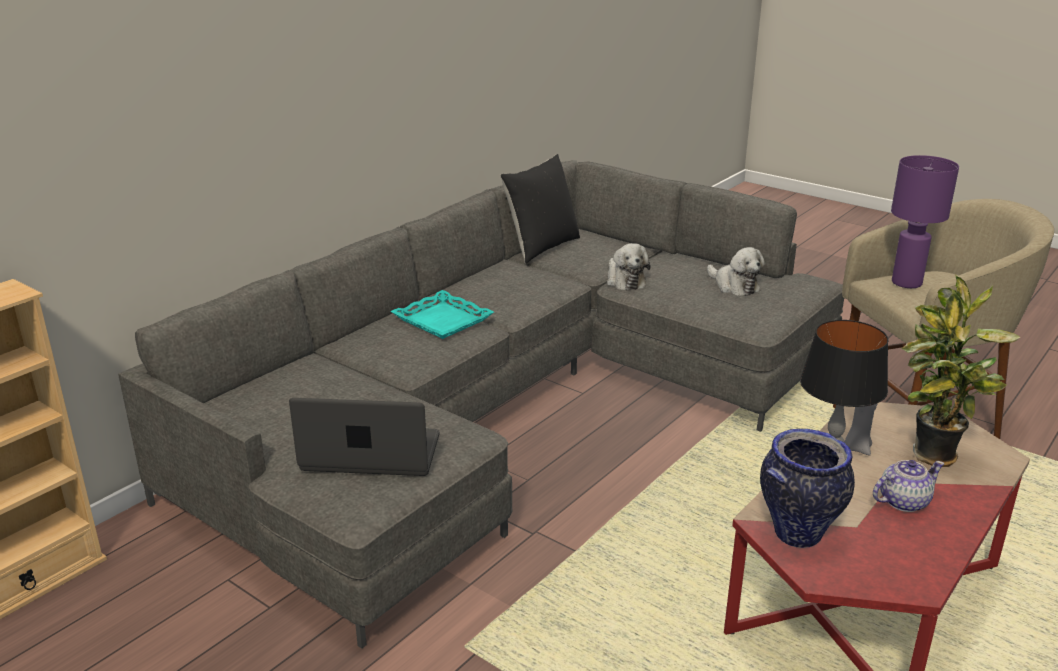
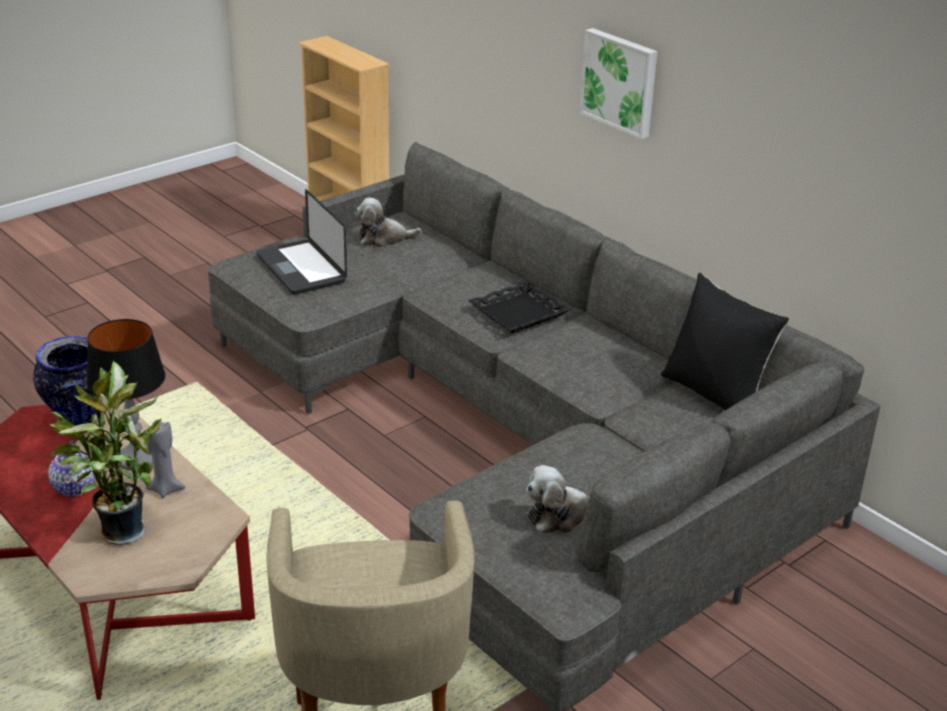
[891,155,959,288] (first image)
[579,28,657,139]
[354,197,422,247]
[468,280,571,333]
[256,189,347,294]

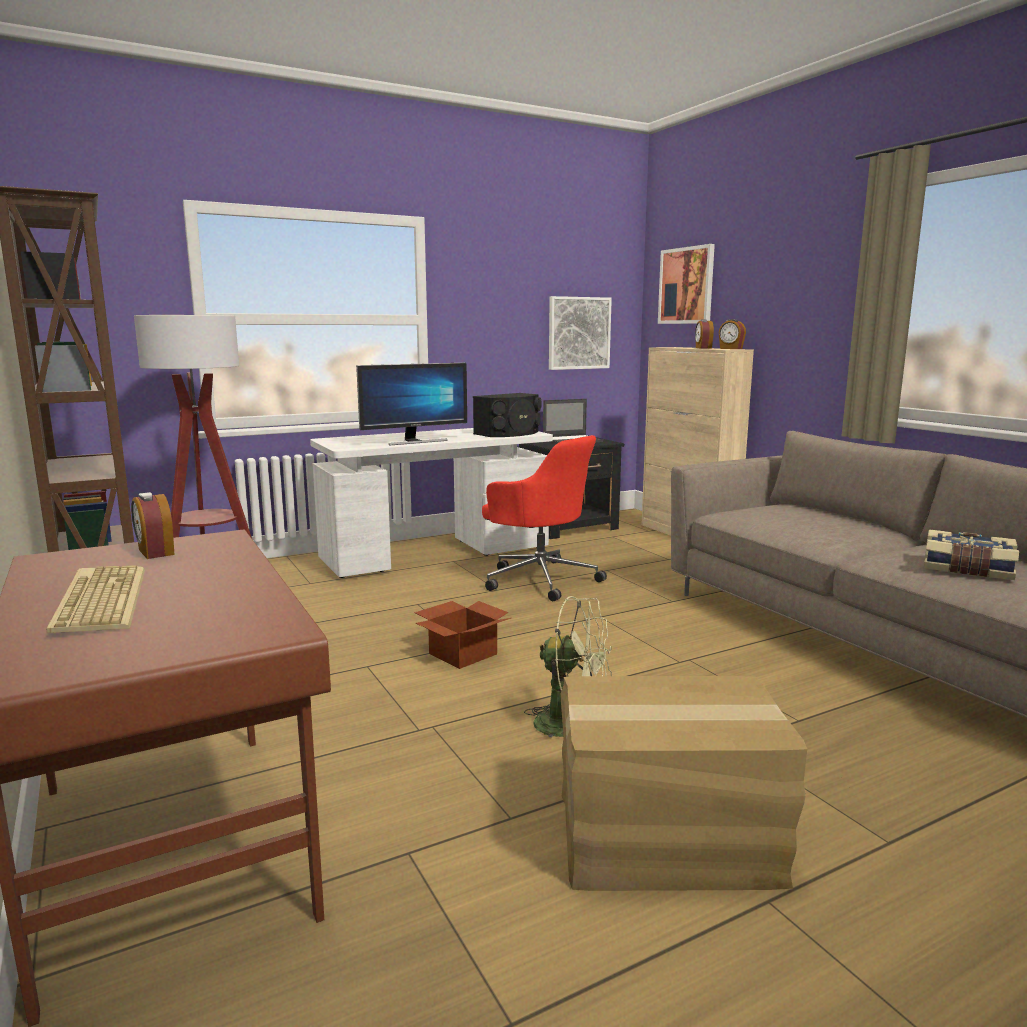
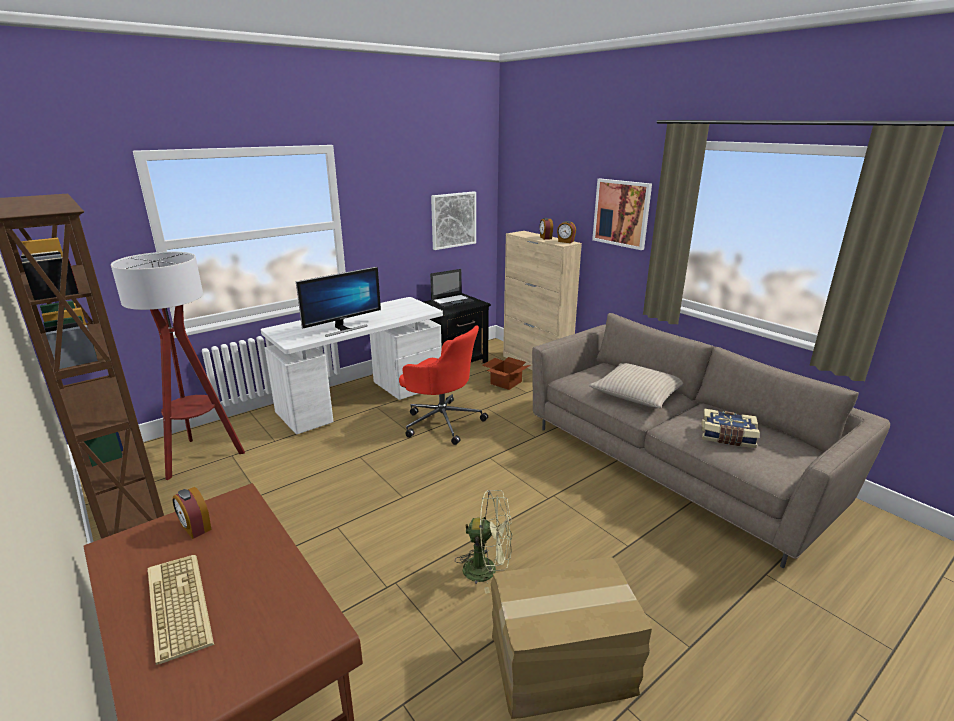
[473,393,542,437] (first image)
[589,363,683,408]
[482,357,531,390]
[592,178,652,250]

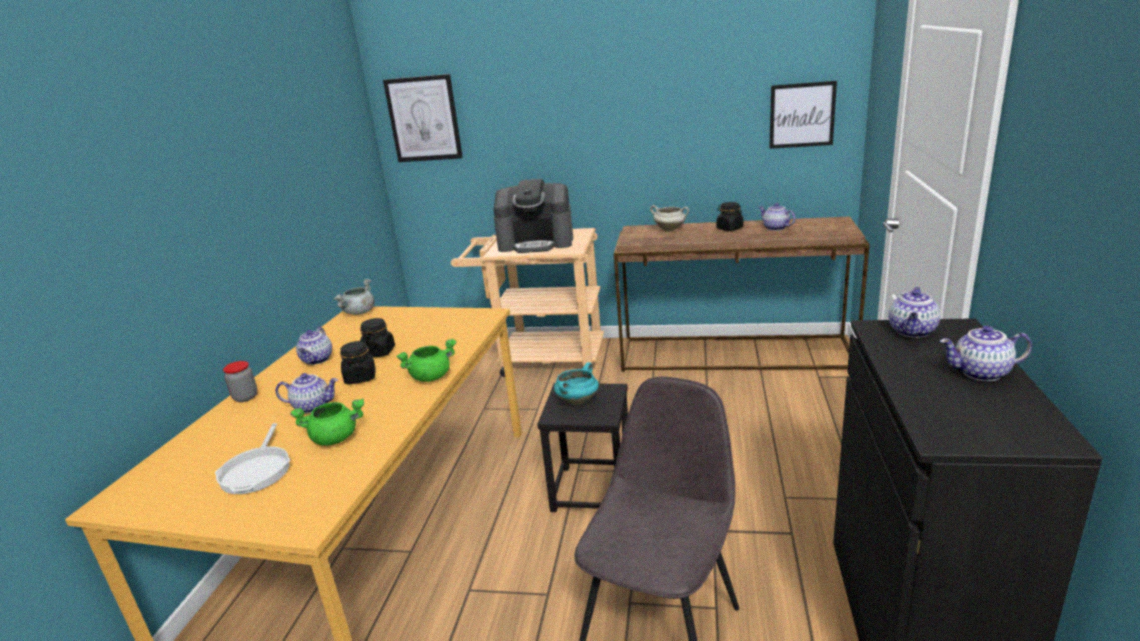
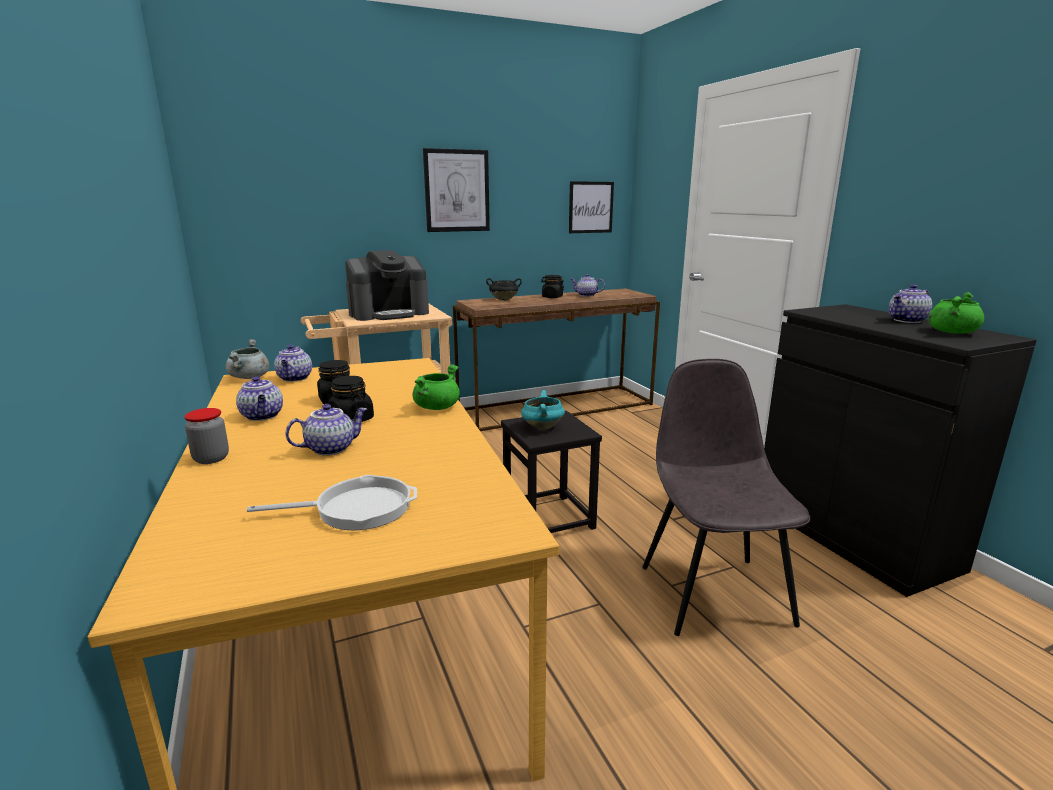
[928,292,984,334]
[423,148,490,232]
[274,345,312,382]
[486,278,522,301]
[247,475,417,530]

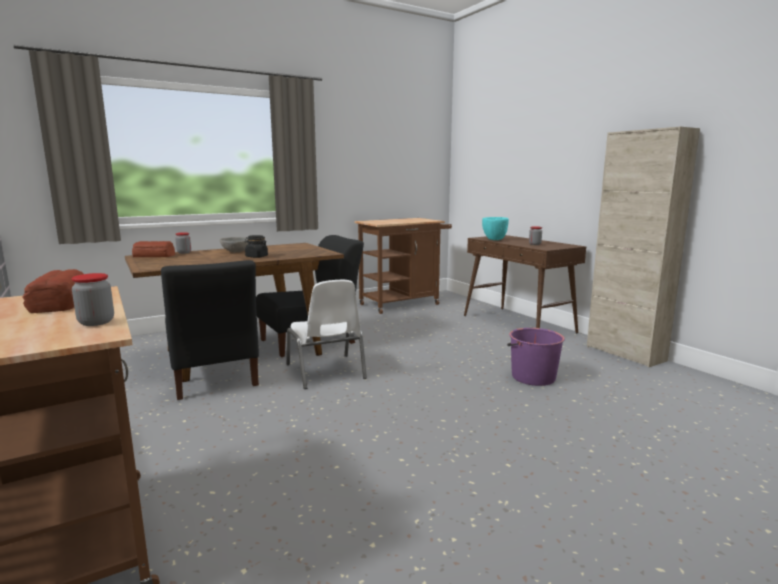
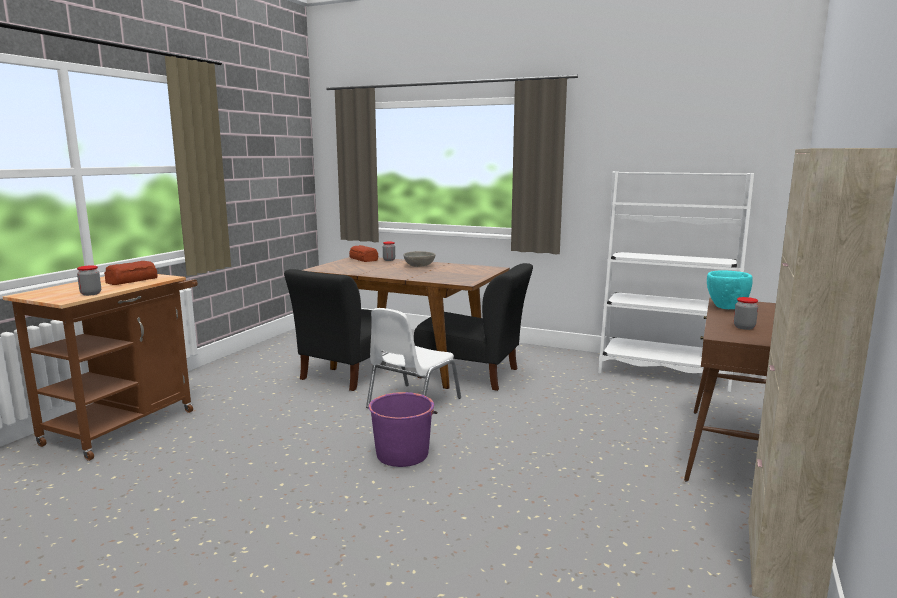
[245,235,268,258] (first image)
[369,392,437,467]
[598,171,754,392]

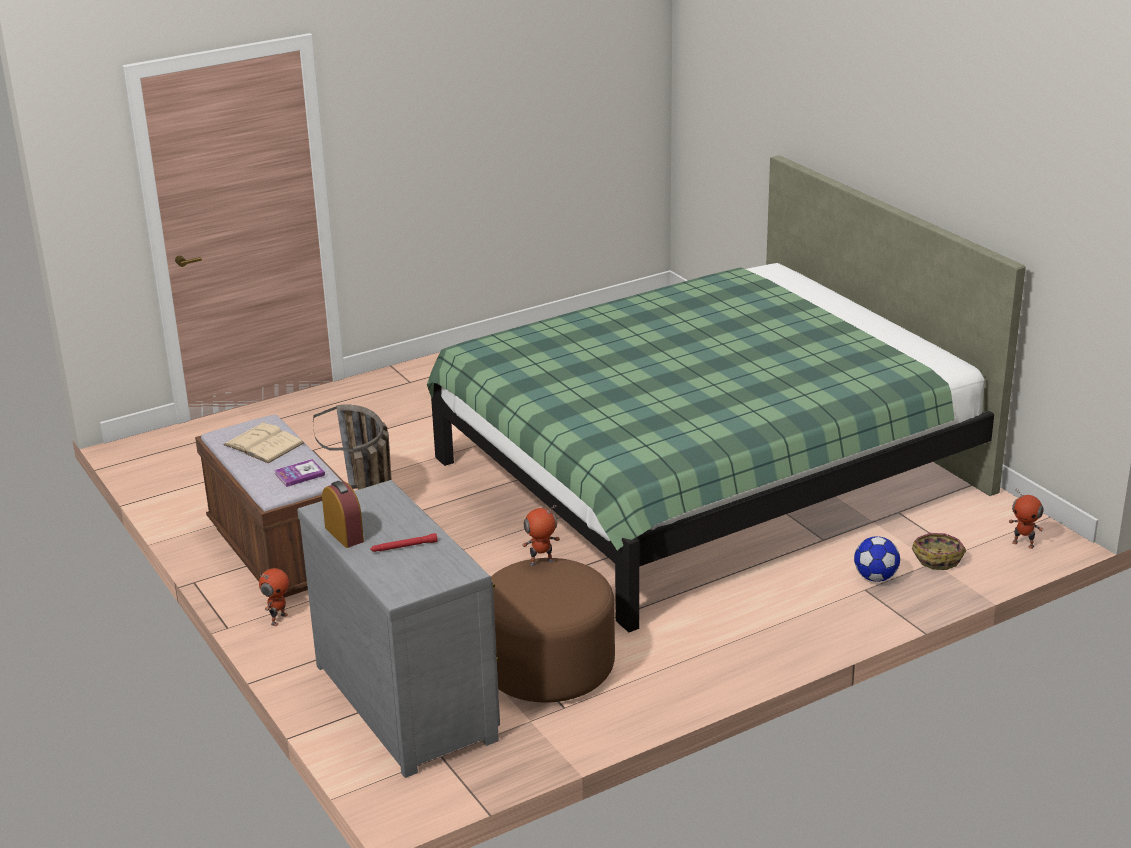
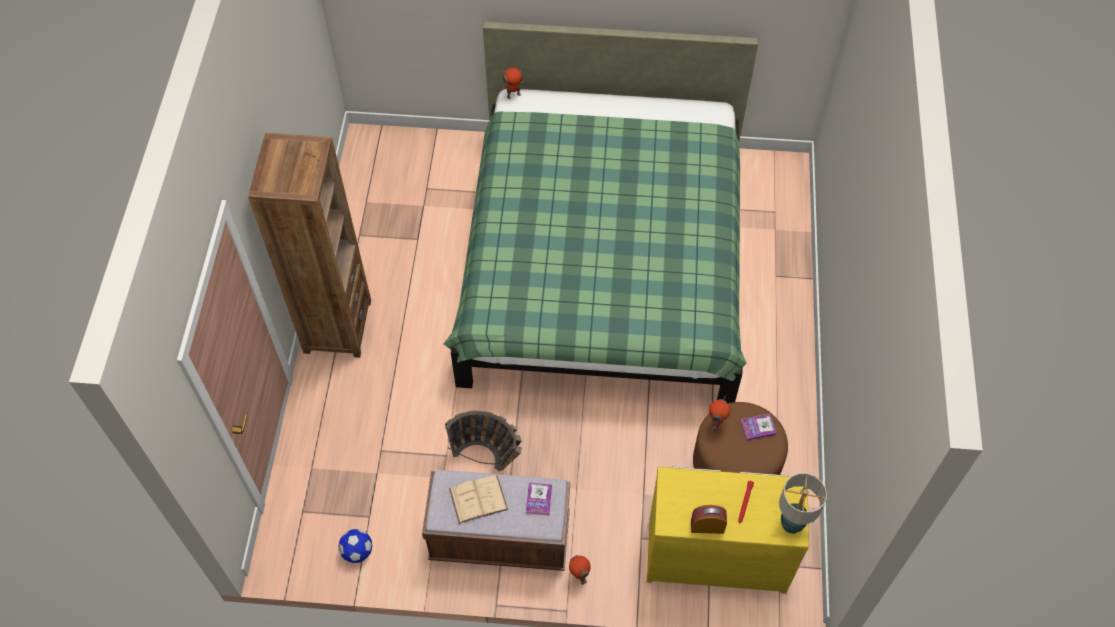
[912,533,966,570] (first image)
[248,133,371,358]
[741,414,777,440]
[779,473,827,534]
[339,529,372,563]
[502,67,524,99]
[647,466,809,594]

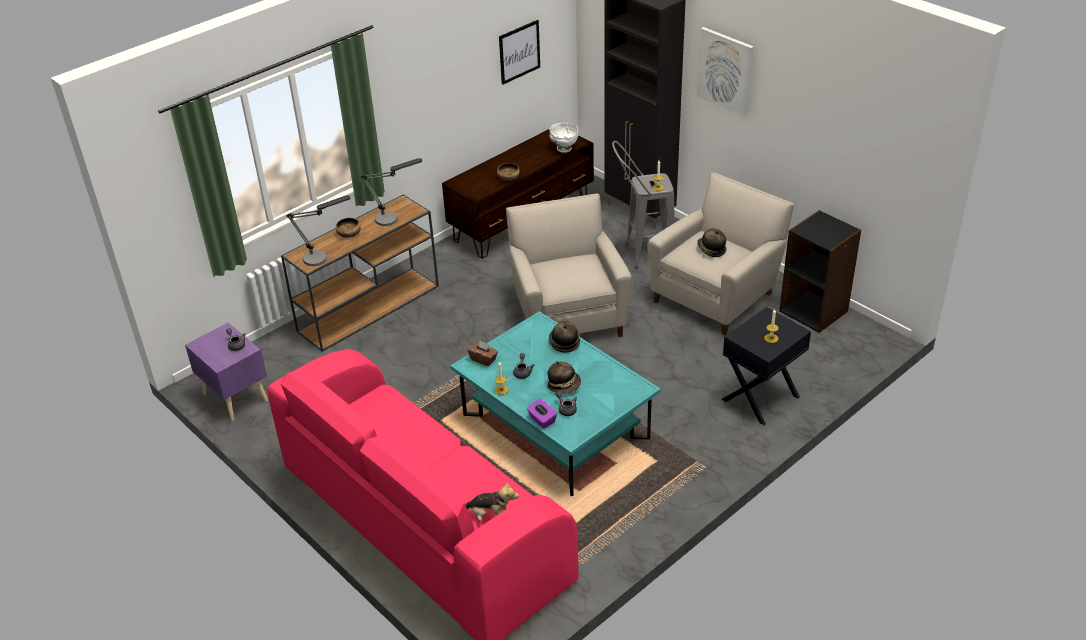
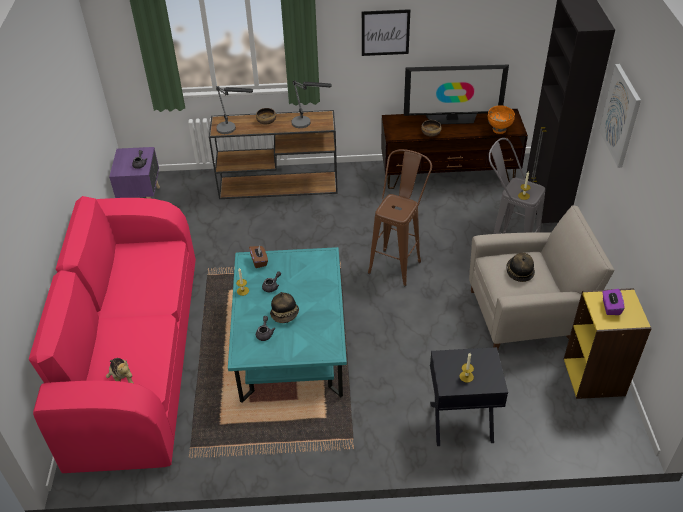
[549,321,580,353] (first image)
[404,65,509,124]
[362,9,410,56]
[603,289,625,315]
[368,149,432,287]
[488,106,515,134]
[564,288,652,399]

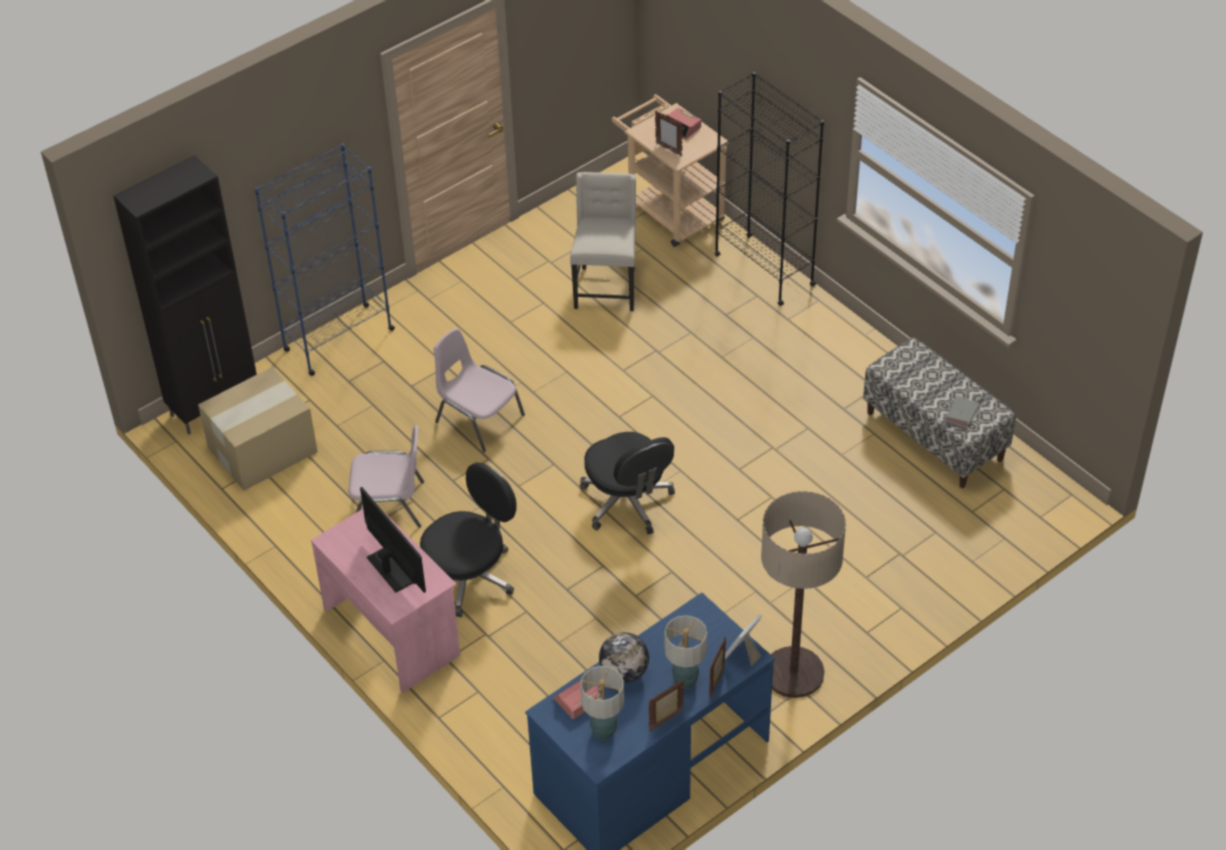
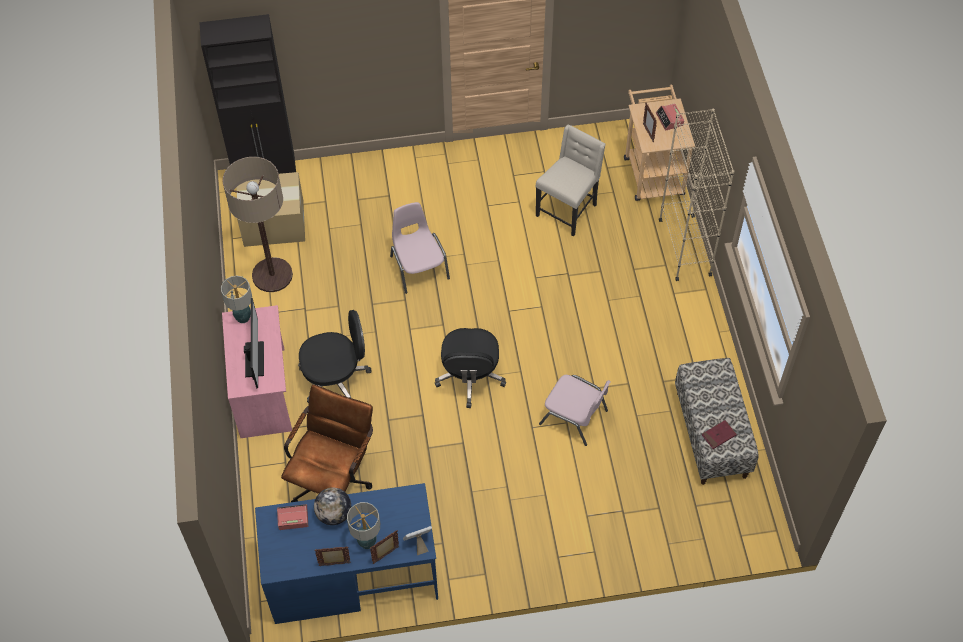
[255,143,395,376] (first image)
[281,385,373,502]
[539,375,611,446]
[221,276,252,323]
[223,157,293,292]
[659,109,735,281]
[702,420,737,449]

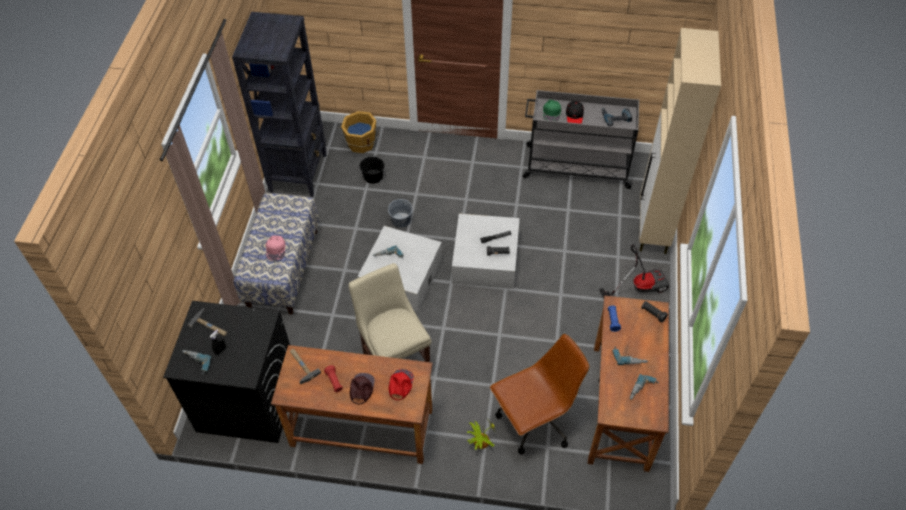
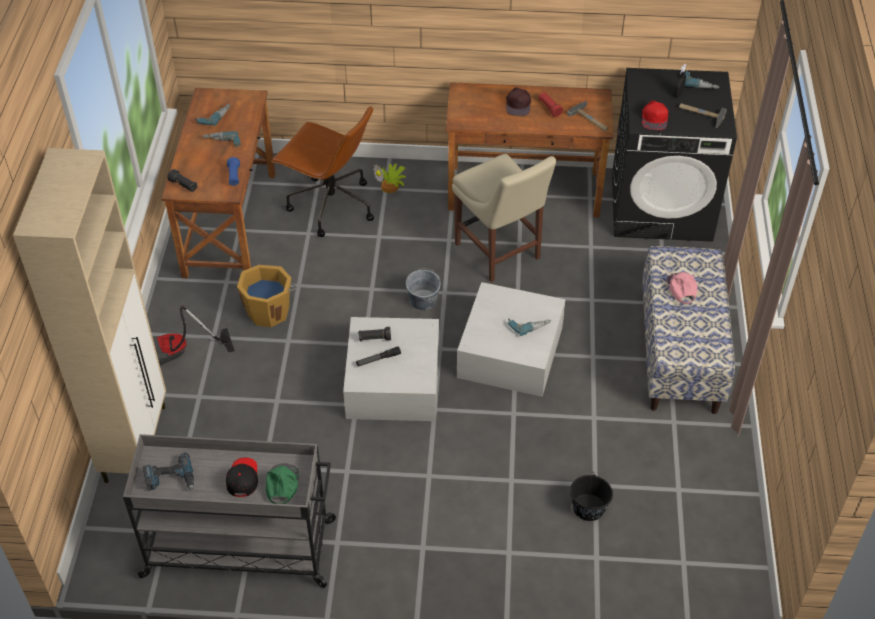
[232,12,327,197] (first image)
[235,265,297,327]
[406,268,441,310]
[642,100,668,130]
[271,106,374,237]

